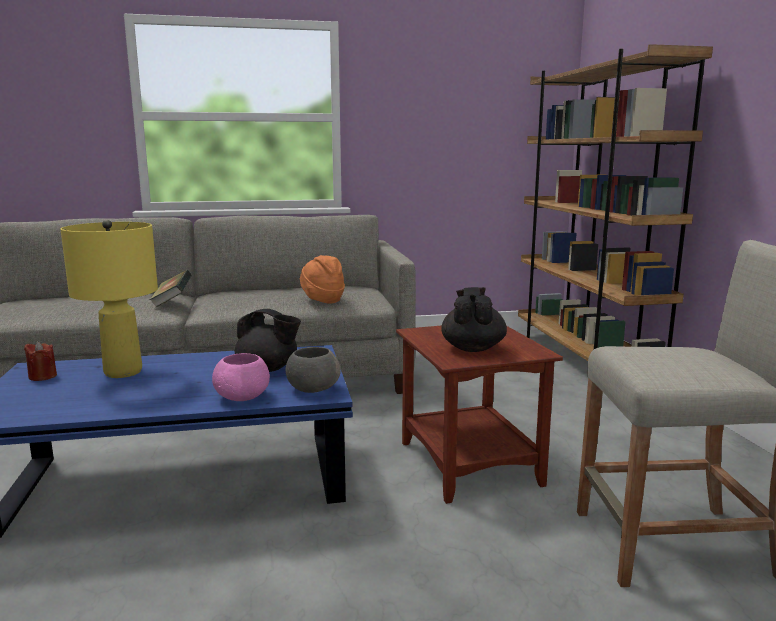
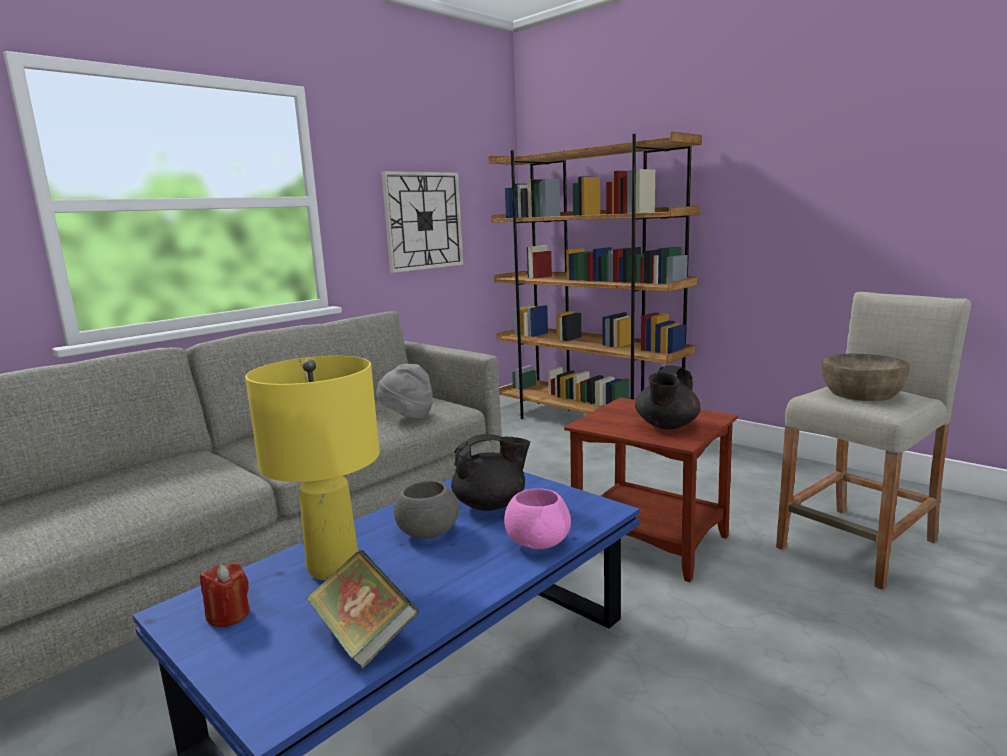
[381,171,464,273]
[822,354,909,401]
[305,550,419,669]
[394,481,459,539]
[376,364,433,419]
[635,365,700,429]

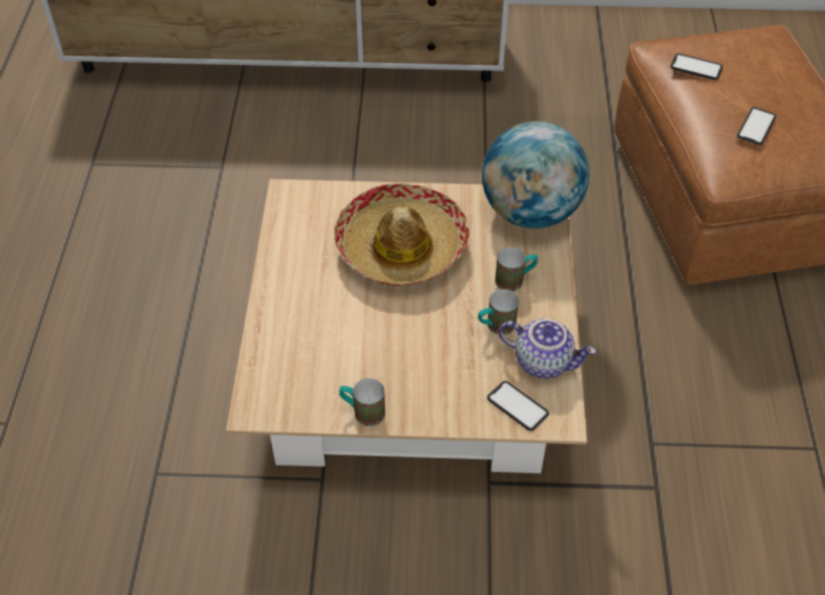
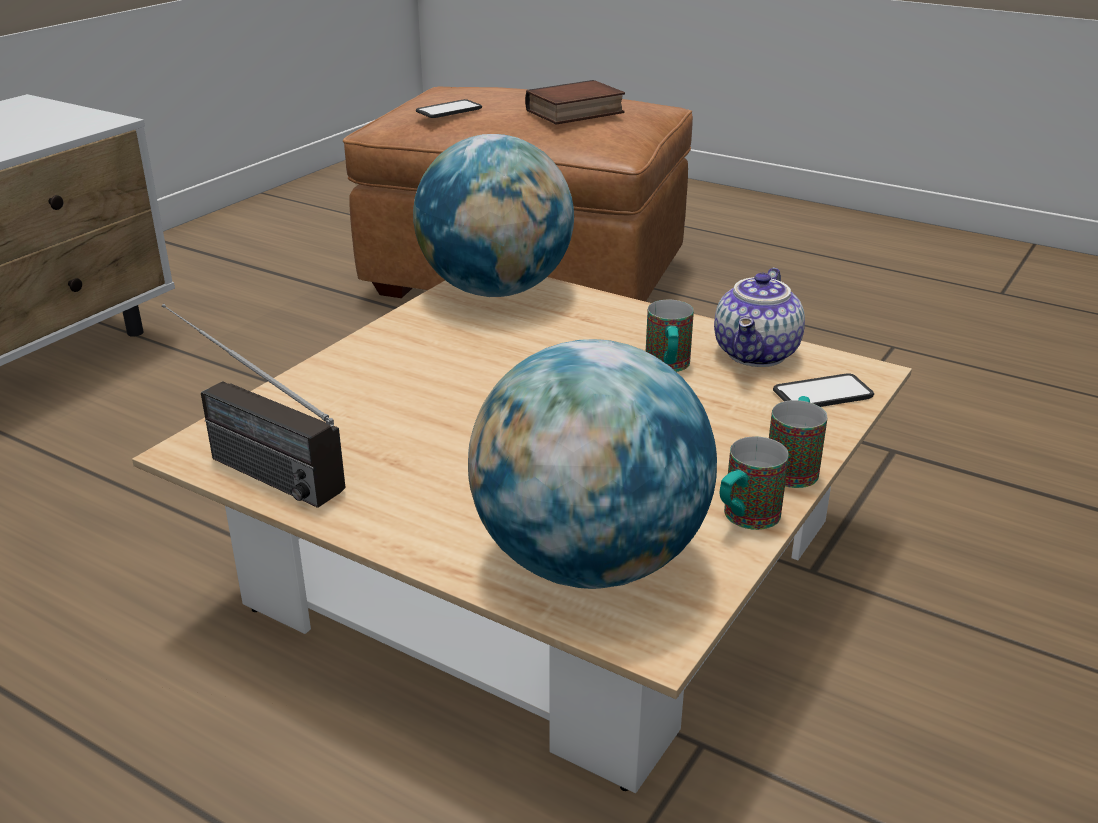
[334,183,469,286] (first image)
[162,304,346,508]
[468,339,717,589]
[769,396,827,488]
[525,80,625,125]
[714,267,805,367]

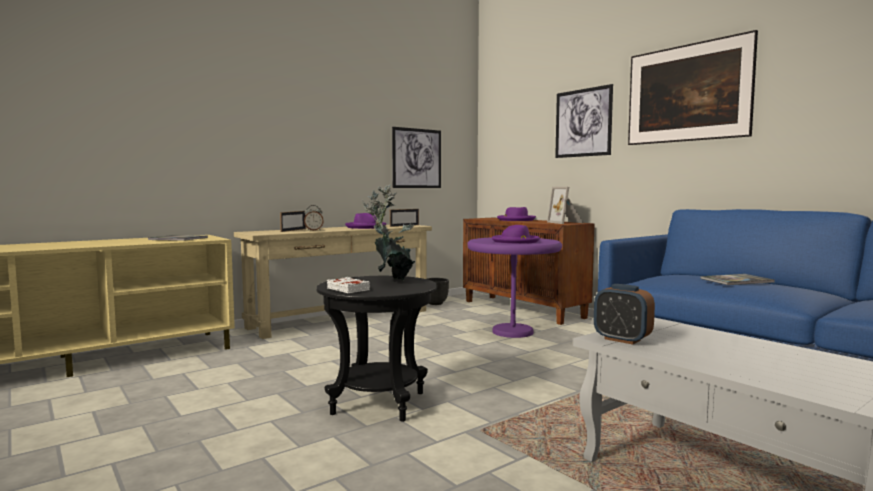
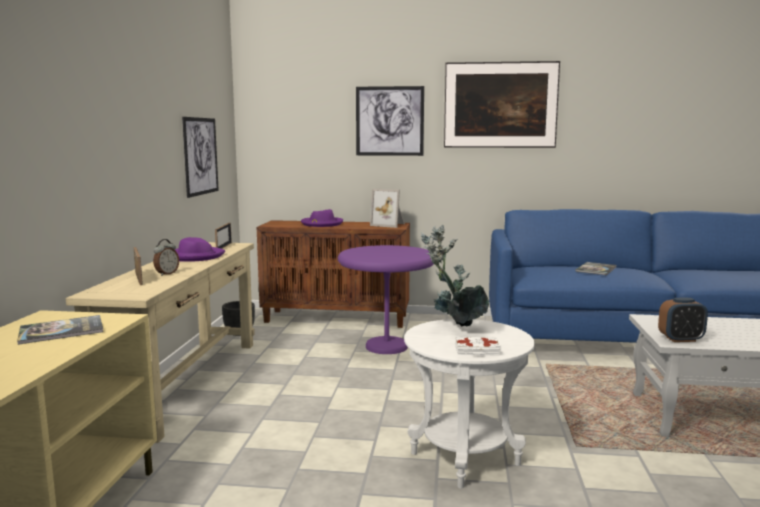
[492,225,540,244] (first image)
[404,319,535,489]

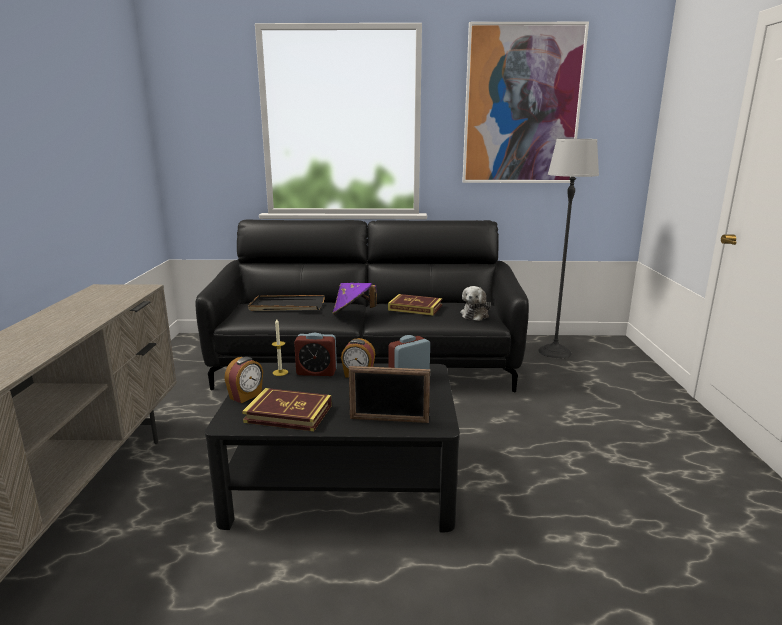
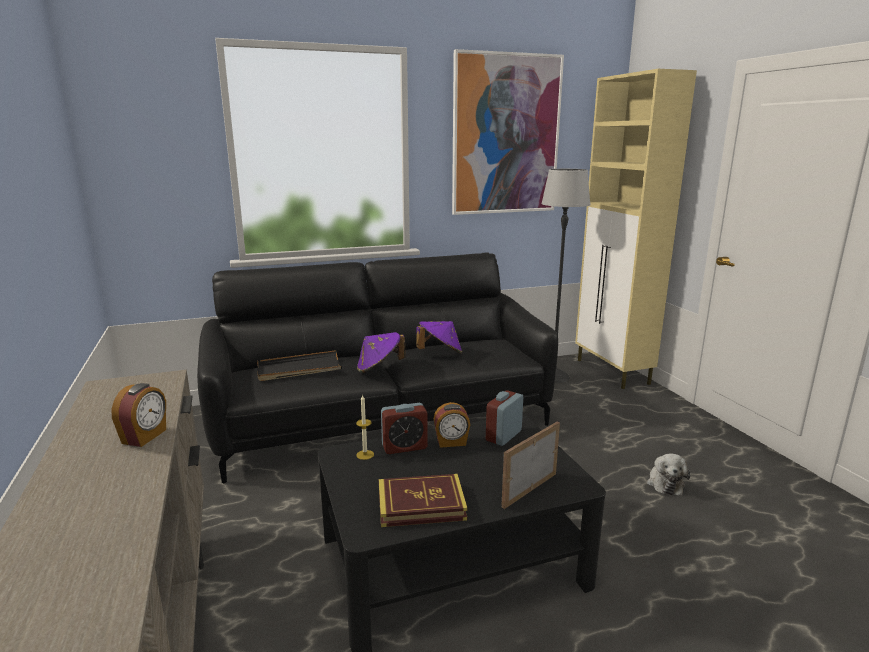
[575,69,697,389]
[112,383,166,447]
[647,453,690,495]
[416,321,462,354]
[502,422,560,509]

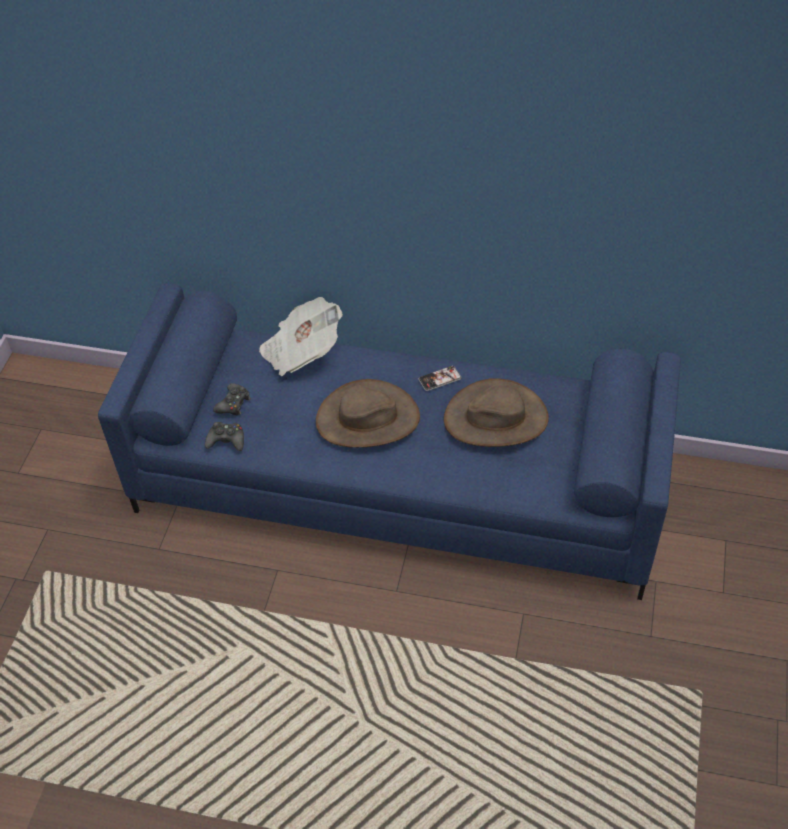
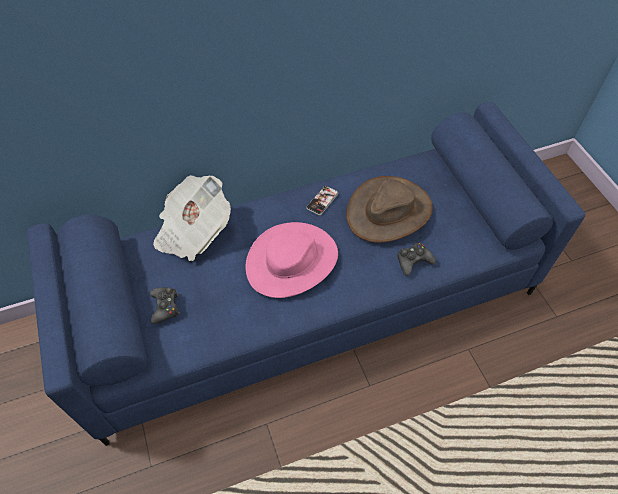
[397,243,436,276]
[246,222,338,298]

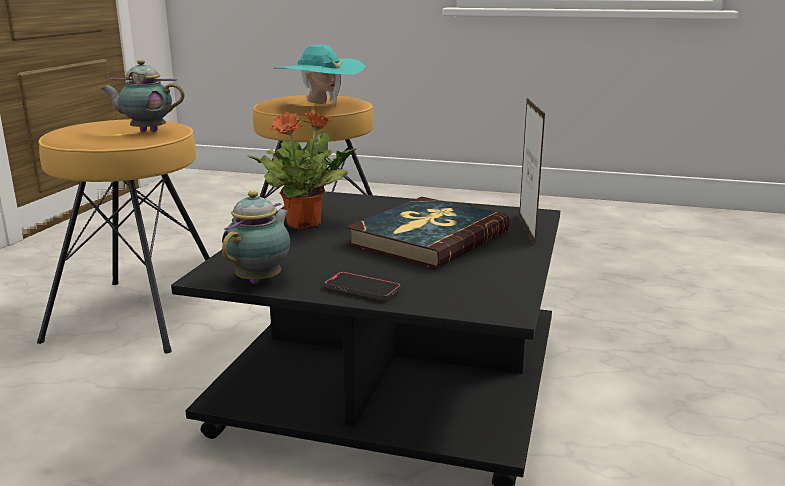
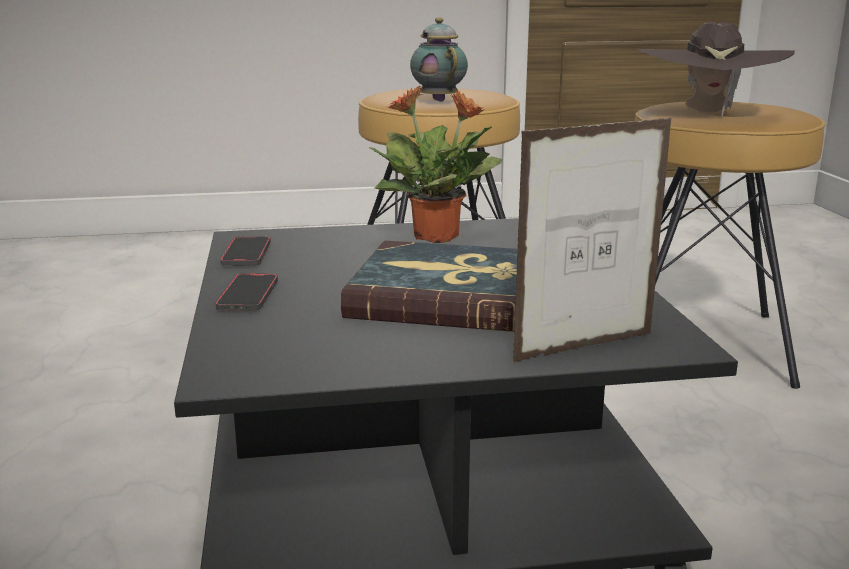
[220,236,271,266]
[637,22,795,117]

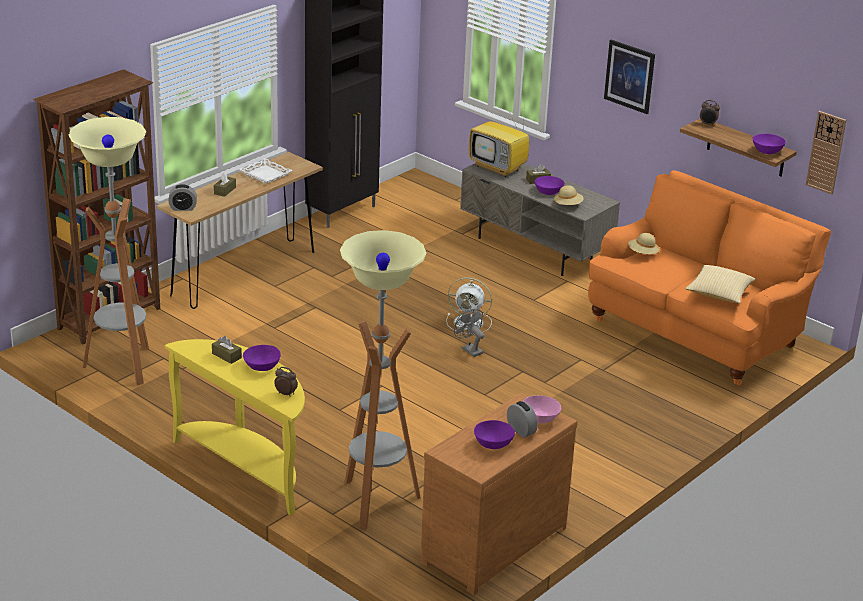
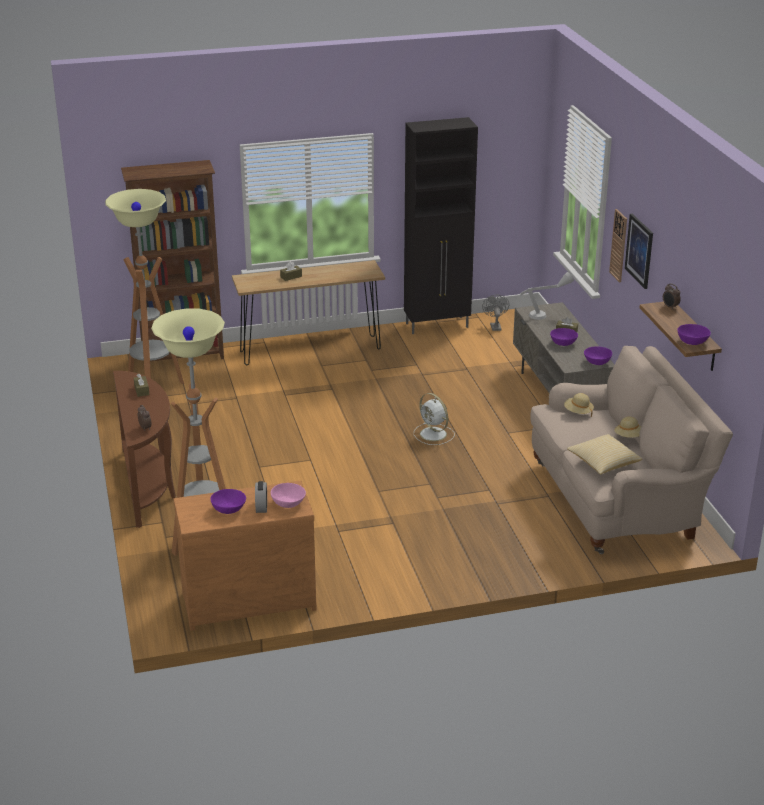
[168,184,197,211] (first image)
[239,158,293,184] (first image)
[584,346,612,365]
[482,295,509,331]
[615,417,641,438]
[609,209,627,283]
[520,272,574,320]
[113,371,176,528]
[530,346,733,554]

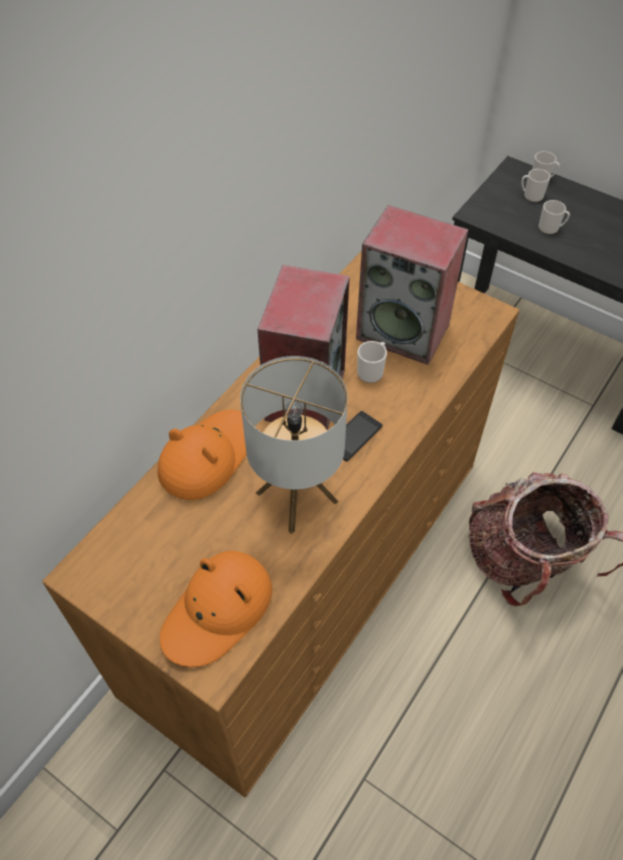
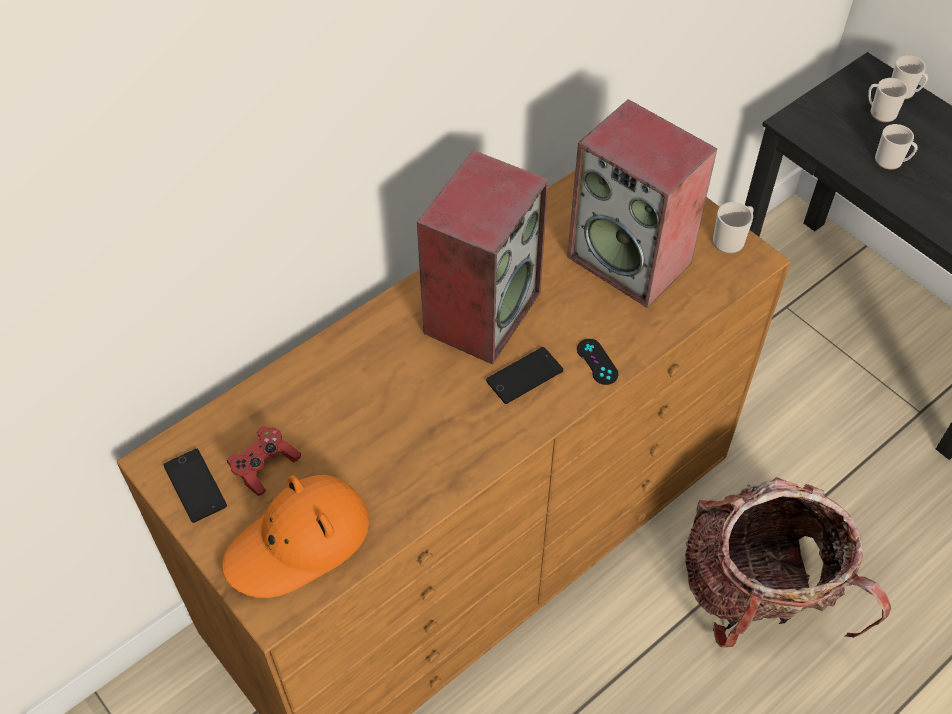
[158,410,247,500] (first image)
[240,356,348,534] (first image)
[163,449,227,523]
[227,426,301,496]
[577,339,618,385]
[713,202,754,254]

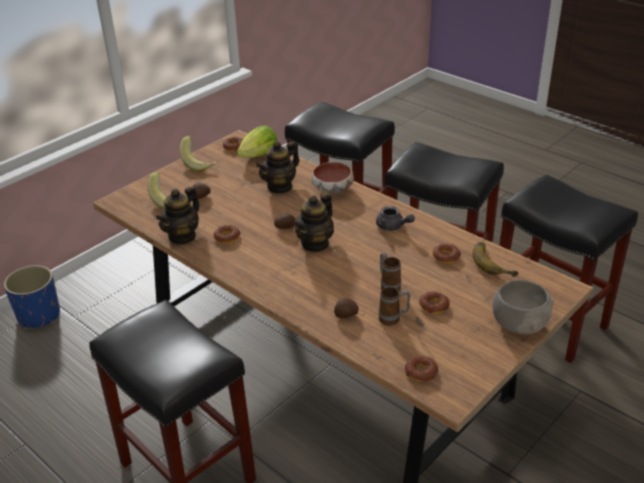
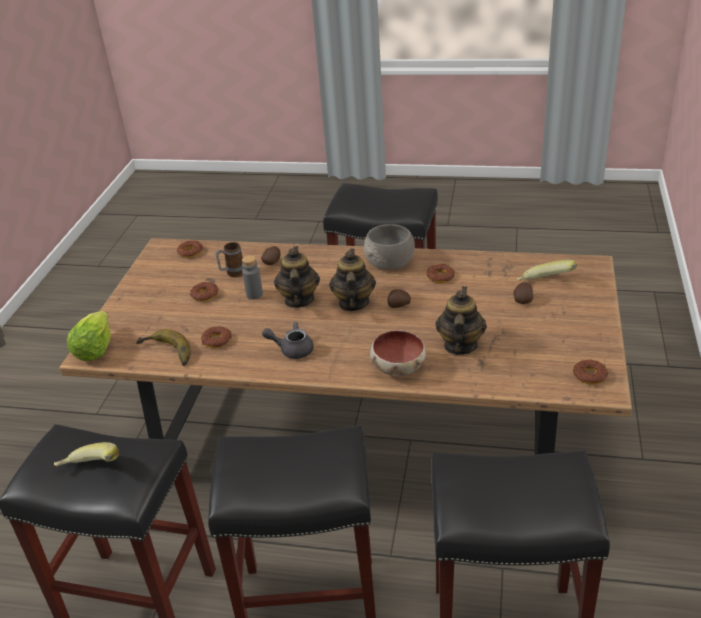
[4,265,60,329] (first image)
[274,246,320,308]
[54,442,119,466]
[67,311,111,361]
[364,224,415,270]
[242,255,263,300]

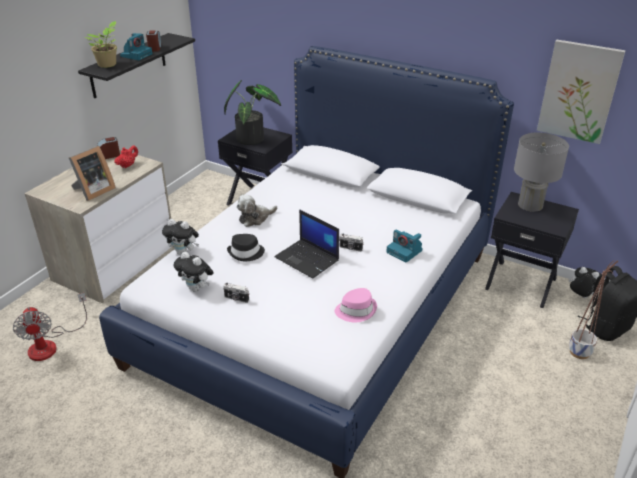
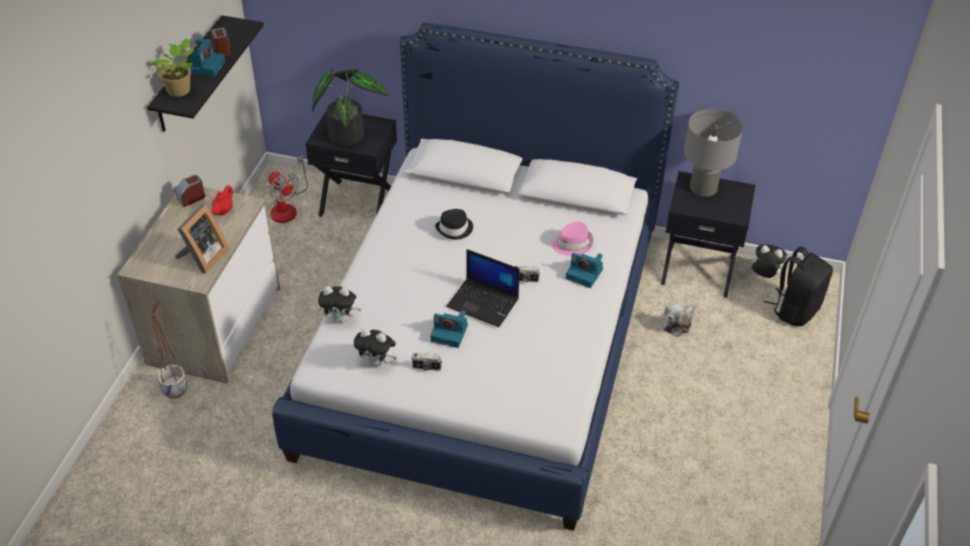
[537,40,626,144] (first image)
[430,310,468,348]
[268,154,308,223]
[435,209,473,240]
[663,303,696,337]
[552,221,593,256]
[151,300,187,398]

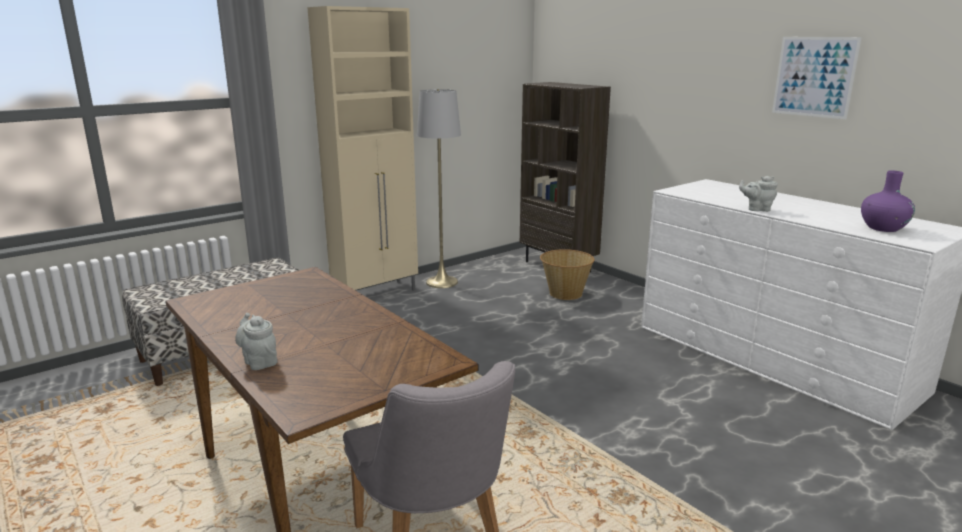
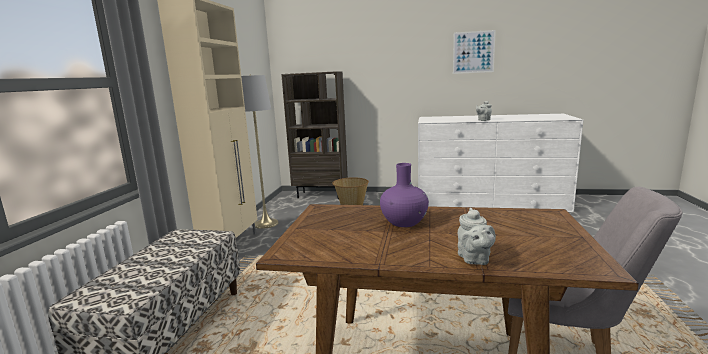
[380,163,429,227]
[458,208,496,265]

